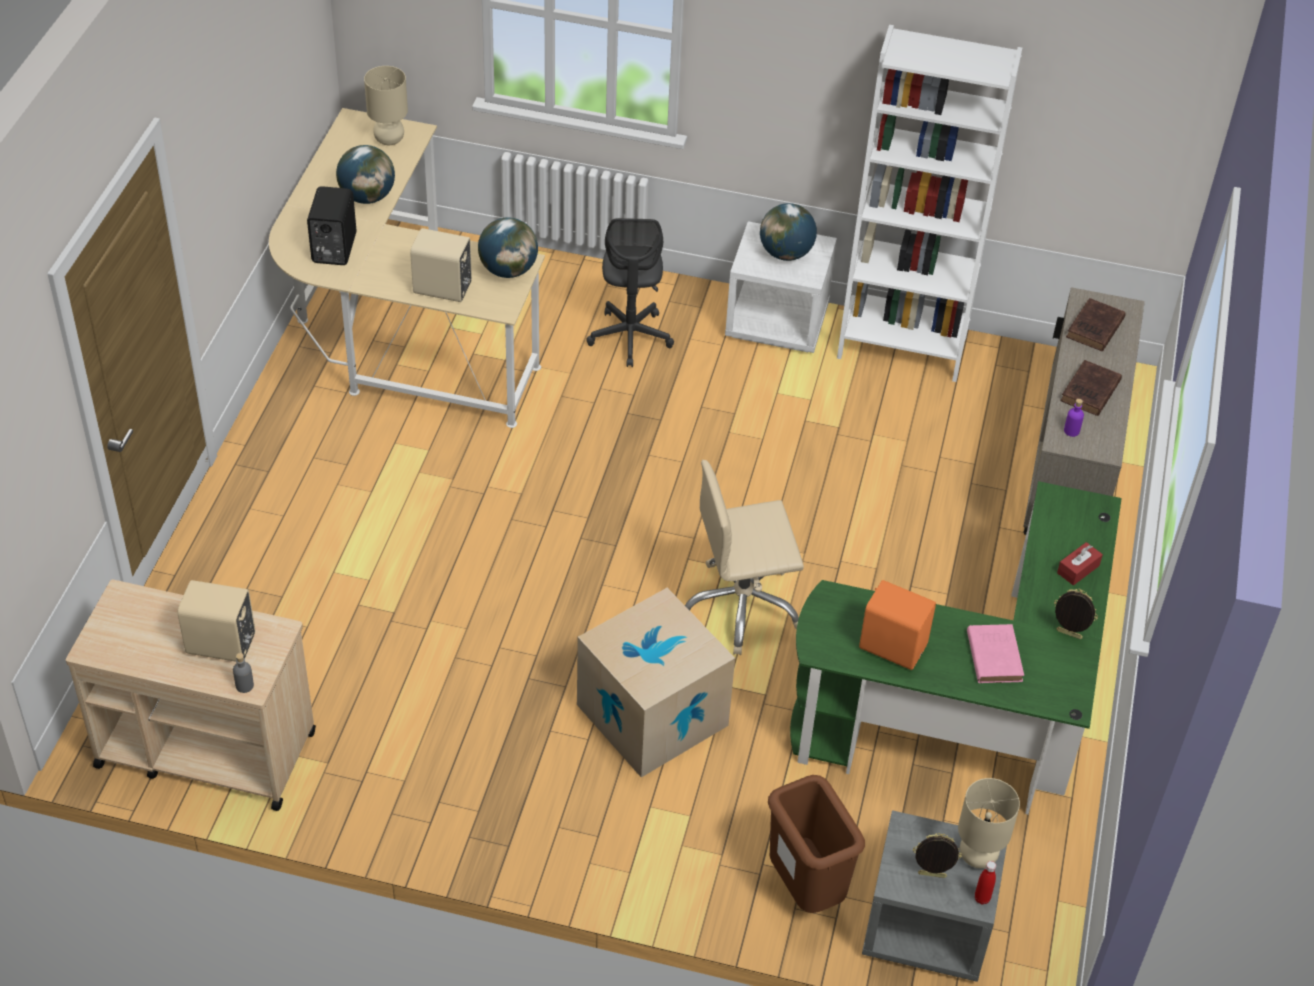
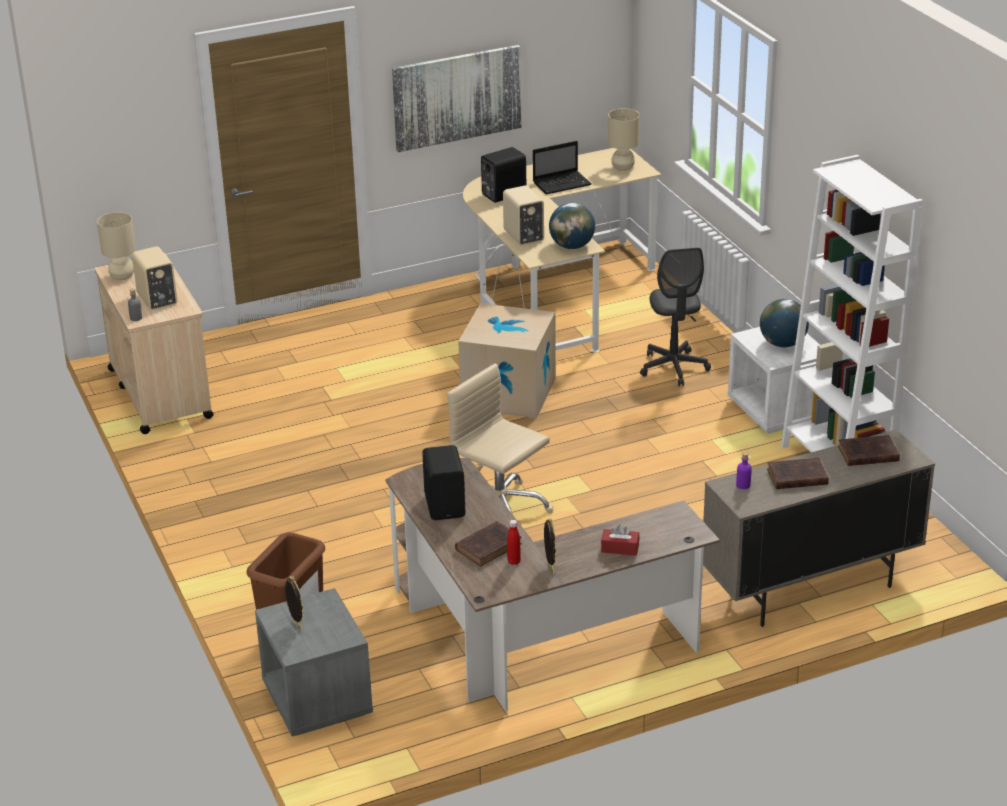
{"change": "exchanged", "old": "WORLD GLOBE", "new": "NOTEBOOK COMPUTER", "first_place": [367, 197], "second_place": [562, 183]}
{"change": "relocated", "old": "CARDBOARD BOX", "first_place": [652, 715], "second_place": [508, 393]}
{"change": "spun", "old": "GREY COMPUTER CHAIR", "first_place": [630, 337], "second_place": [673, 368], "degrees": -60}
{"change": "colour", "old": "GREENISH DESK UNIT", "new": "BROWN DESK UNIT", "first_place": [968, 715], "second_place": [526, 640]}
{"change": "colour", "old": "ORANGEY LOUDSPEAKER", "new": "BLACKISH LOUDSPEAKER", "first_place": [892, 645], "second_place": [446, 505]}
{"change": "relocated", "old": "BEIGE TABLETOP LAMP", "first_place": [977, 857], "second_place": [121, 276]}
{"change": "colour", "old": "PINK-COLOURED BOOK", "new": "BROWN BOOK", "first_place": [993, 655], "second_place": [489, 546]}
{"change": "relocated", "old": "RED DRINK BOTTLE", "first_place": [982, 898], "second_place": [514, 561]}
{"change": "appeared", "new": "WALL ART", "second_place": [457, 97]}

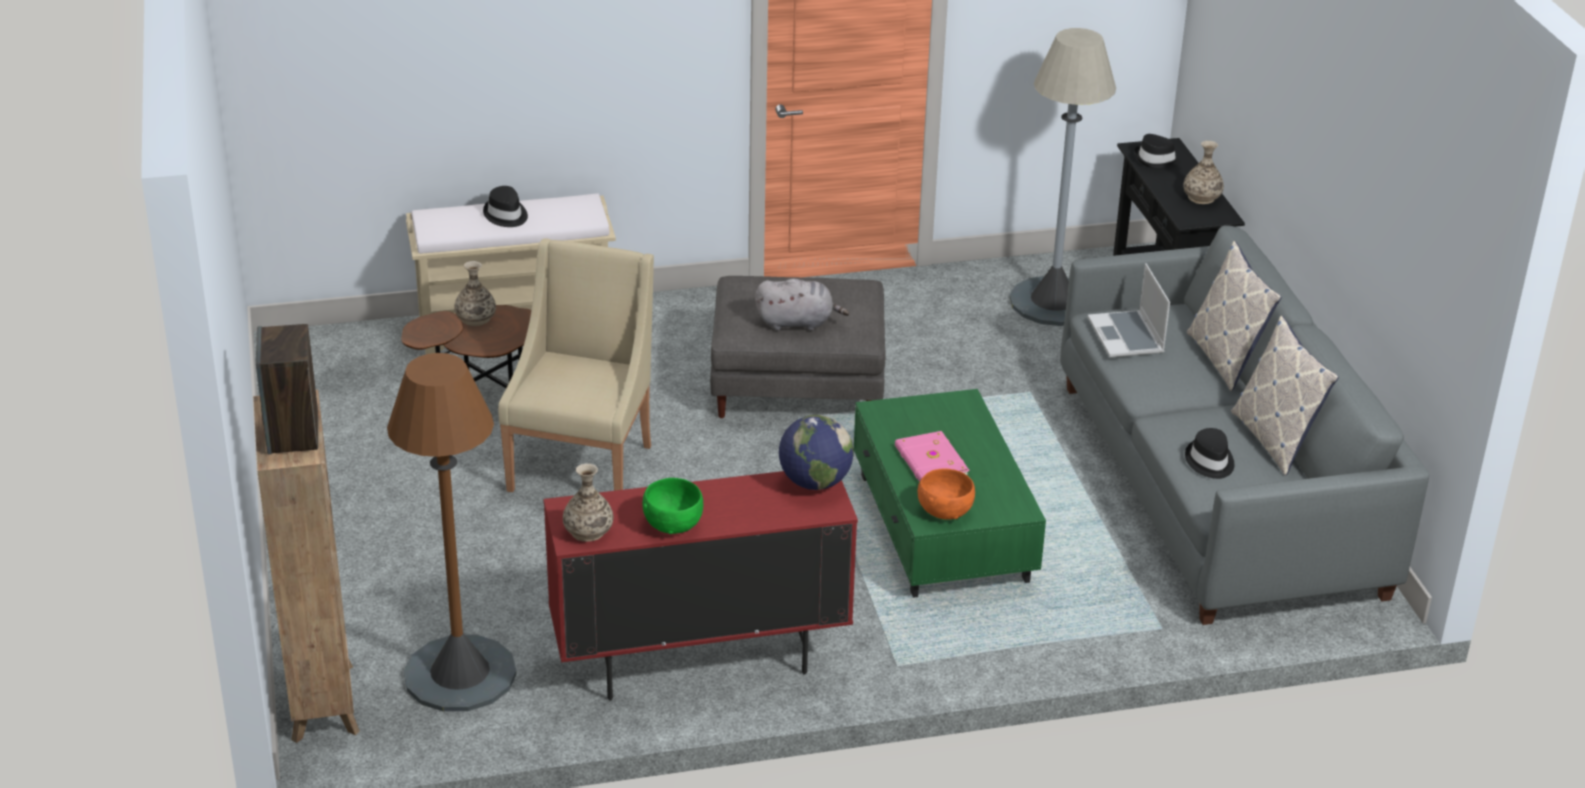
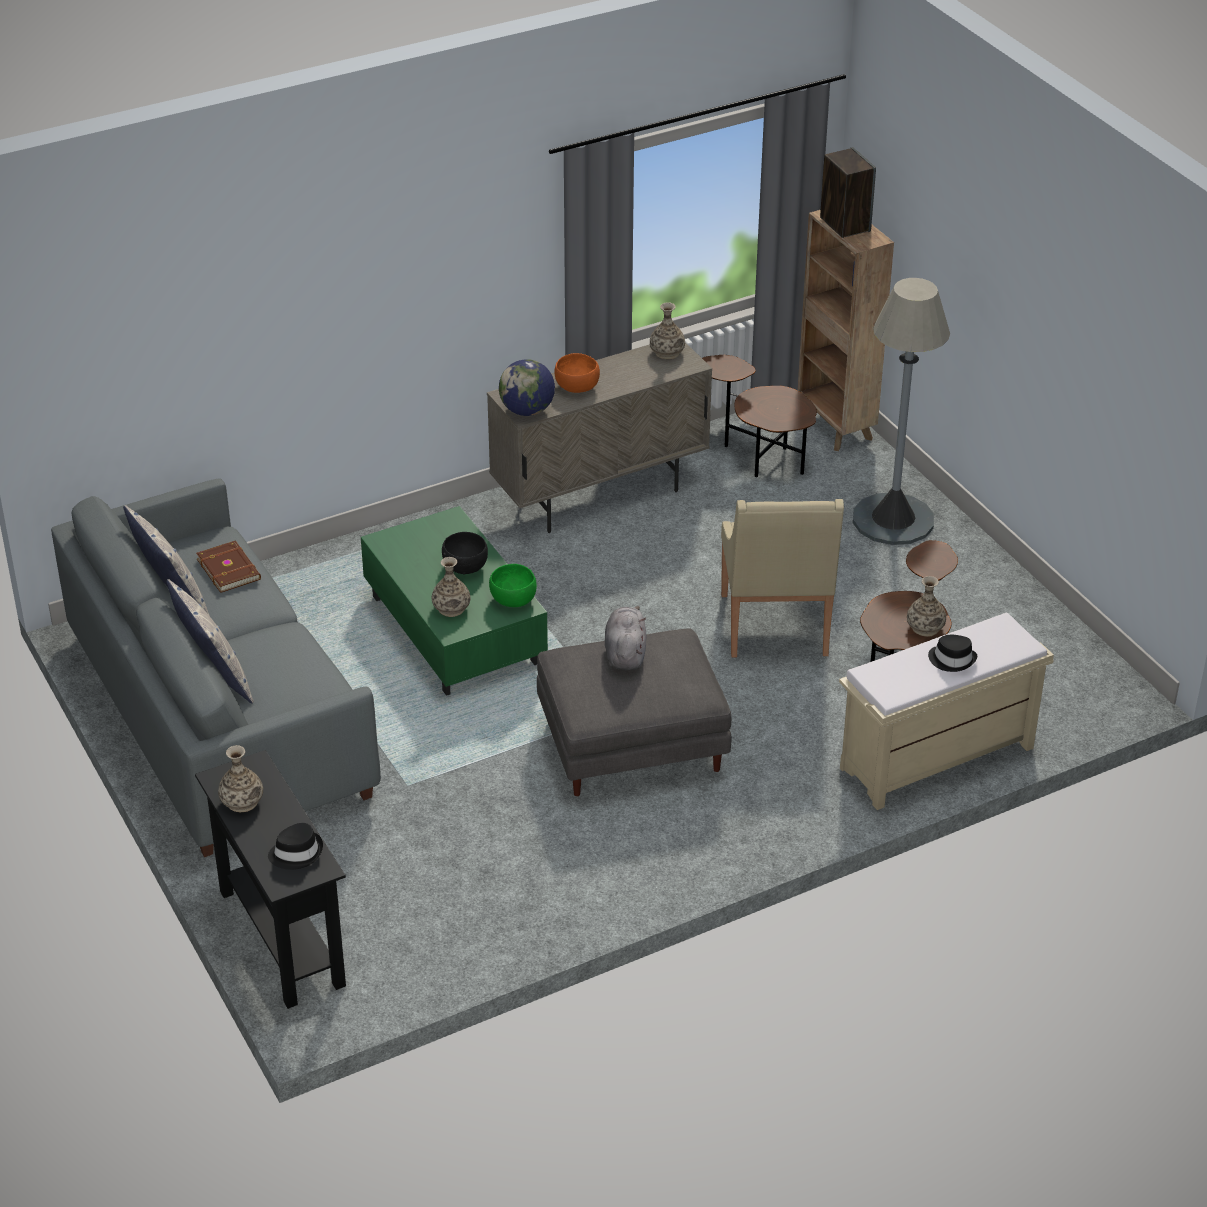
{"change": "exchanged", "old": "BROWN STANDARD LAMP", "new": "BROWN END TABLE", "first_place": [460, 675], "second_place": [759, 458]}
{"change": "colour", "old": "RED CABINET", "new": "BEIGE CABINET", "first_place": [699, 661], "second_place": [600, 496]}
{"change": "relocated", "old": "GREENISH DEEP DISH", "first_place": [672, 524], "second_place": [513, 600]}
{"change": "spun", "old": "GREY CUDDLY TOY", "first_place": [798, 323], "second_place": [625, 653], "degrees": 105}
{"change": "exchanged", "old": "PINK-COLOURED BOOK", "new": "BLACKISH DEEP DISH", "first_place": [930, 463], "second_place": [465, 566]}
{"change": "relocated", "old": "ORANGEY DEEP DISH", "first_place": [944, 511], "second_place": [577, 387]}
{"change": "relocated", "old": "GREY STANDARD LAMP", "first_place": [1053, 302], "second_place": [893, 520]}
{"change": "missing", "old": "NOTEBOOK COMPUTER", "first_place": [1127, 337]}
{"change": "exchanged", "old": "BLACKISH CLOTHING HAT", "new": "BROWN BOOK", "first_place": [1209, 462], "second_place": [229, 568]}
{"change": "appeared", "new": "VASE", "second_place": [451, 608]}

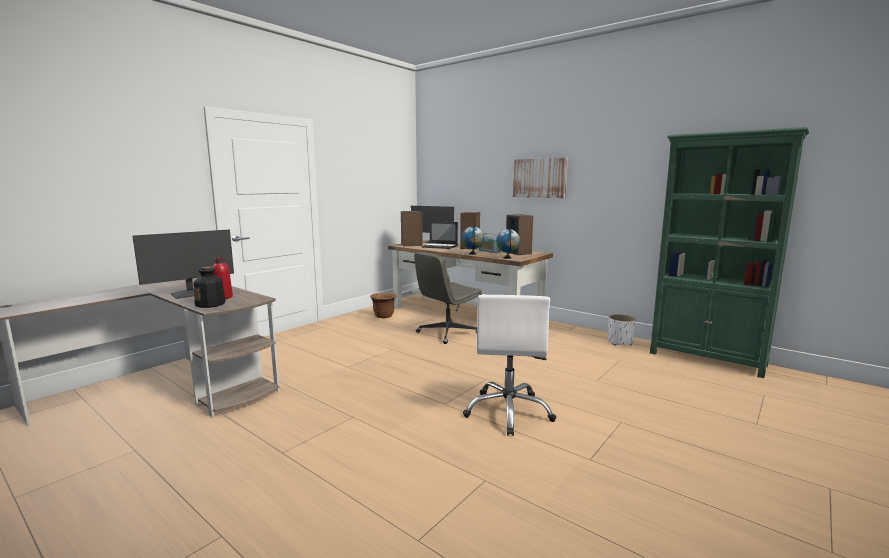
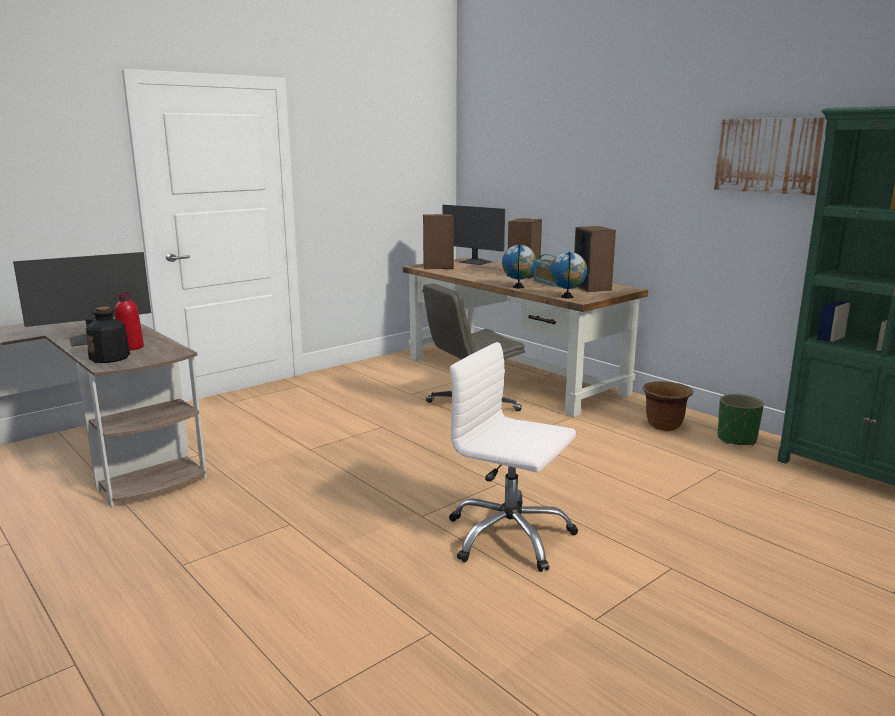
{"change": "relocated", "old": "BROWN PLANT POT", "first_place": [384, 316], "second_place": [664, 425]}
{"change": "missing", "old": "NOTEBOOK COMPUTER", "first_place": [440, 246]}
{"change": "spun", "old": "WHITISH COMPUTER CHAIR", "first_place": [509, 412], "second_place": [509, 536], "degrees": 105}
{"change": "relocated", "old": "WALL ART", "first_place": [539, 178], "second_place": [770, 155]}
{"change": "colour", "old": "WHITISH PLANT POT", "new": "GREENISH PLANT POT", "first_place": [620, 342], "second_place": [737, 439]}

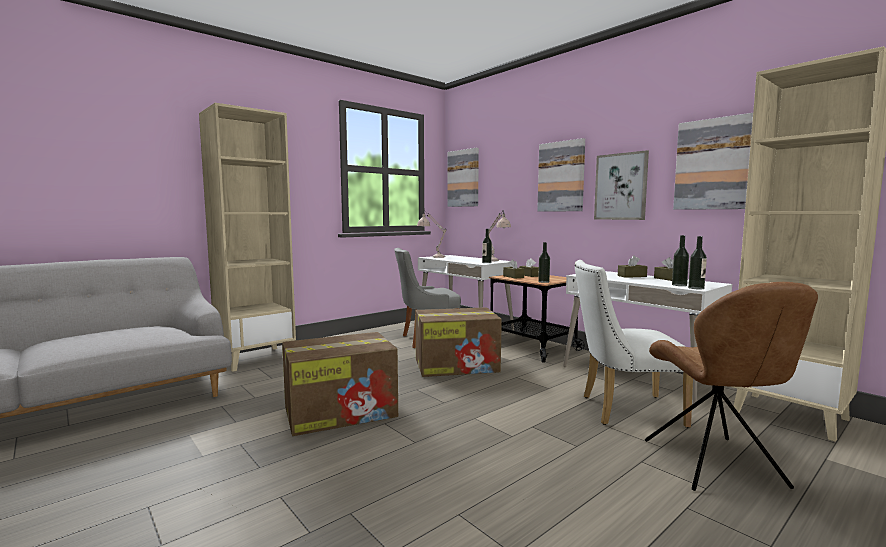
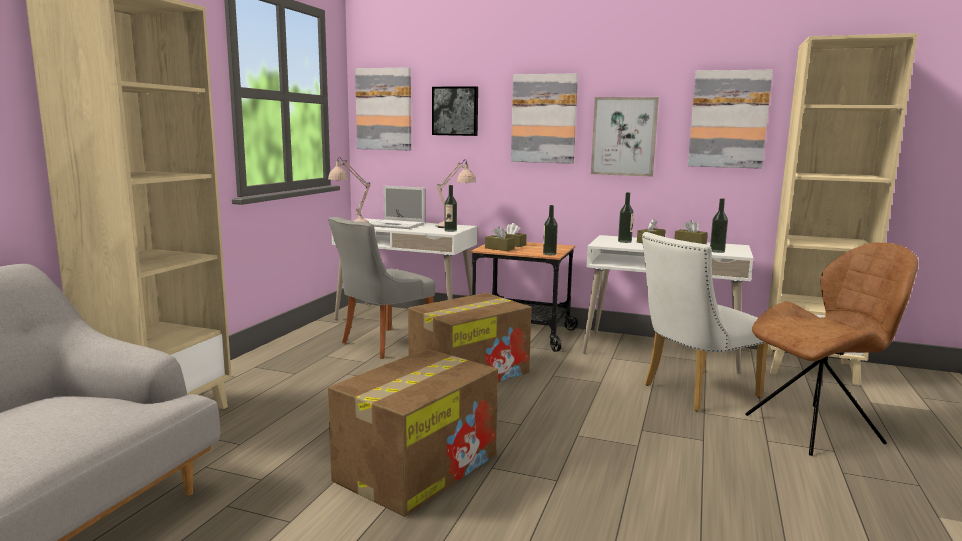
{"change": "spun", "old": "BROWN PLAIN CHAIR", "first_place": [715, 465], "second_place": [816, 428], "degrees": -75}
{"change": "relocated", "old": "DRINK BOTTLE", "first_place": [696, 288], "second_place": [624, 241]}
{"change": "appeared", "new": "NOTEBOOK COMPUTER", "second_place": [397, 225]}
{"change": "appeared", "new": "WALL ART", "second_place": [455, 111]}

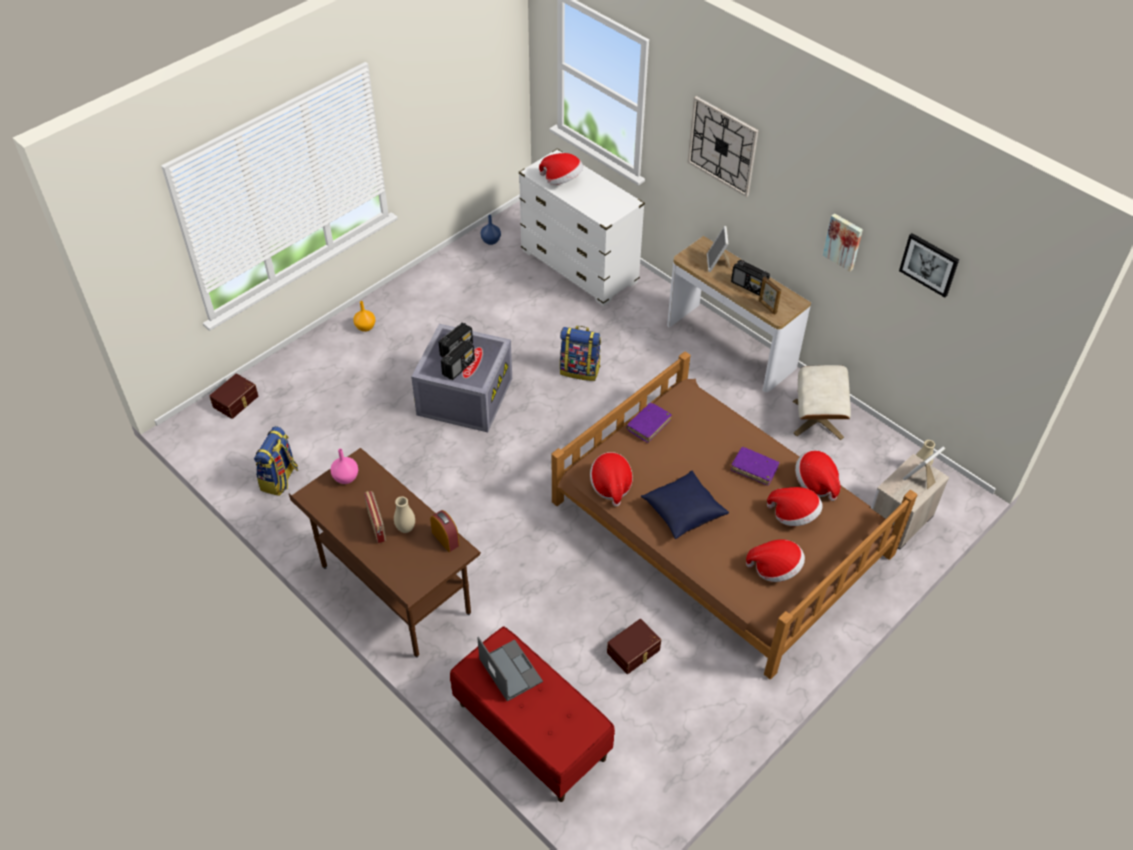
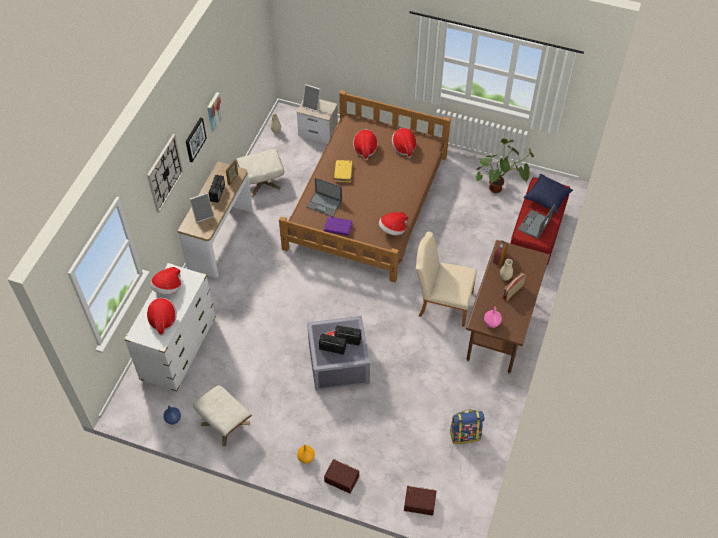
{"change": "missing", "old": "BACKPACK", "first_place": [580, 370]}
{"change": "relocated", "old": "BROWN STORAGE CONTAINER", "first_place": [634, 652], "second_place": [342, 478]}
{"change": "relocated", "old": "BLUE-COLOURED PILLOW", "first_place": [683, 512], "second_place": [546, 198]}
{"change": "colour", "old": "PURPLE-COLOURED BOOK", "new": "YELLOW-COLOURED BOOK", "first_place": [754, 469], "second_place": [343, 173]}
{"change": "relocated", "old": "CLOTHING HAT", "first_place": [815, 483], "second_place": [168, 288]}
{"change": "relocated", "old": "WALL ART", "first_place": [929, 264], "second_place": [195, 139]}
{"change": "appeared", "new": "BEIGE POUFFE", "second_place": [225, 424]}
{"change": "appeared", "new": "NOTEBOOK COMPUTER", "second_place": [324, 204]}
{"change": "appeared", "new": "BEIGE PLAIN CHAIR", "second_place": [441, 302]}
{"change": "appeared", "new": "POTTED PLANT", "second_place": [499, 185]}

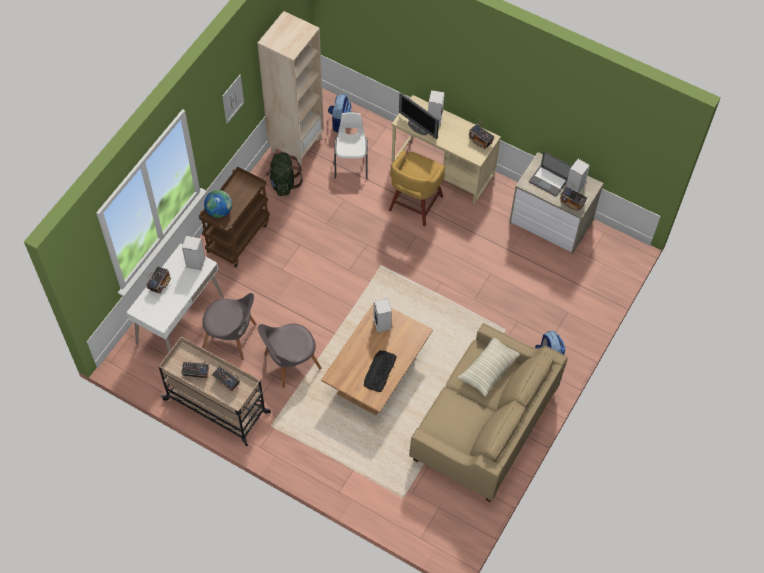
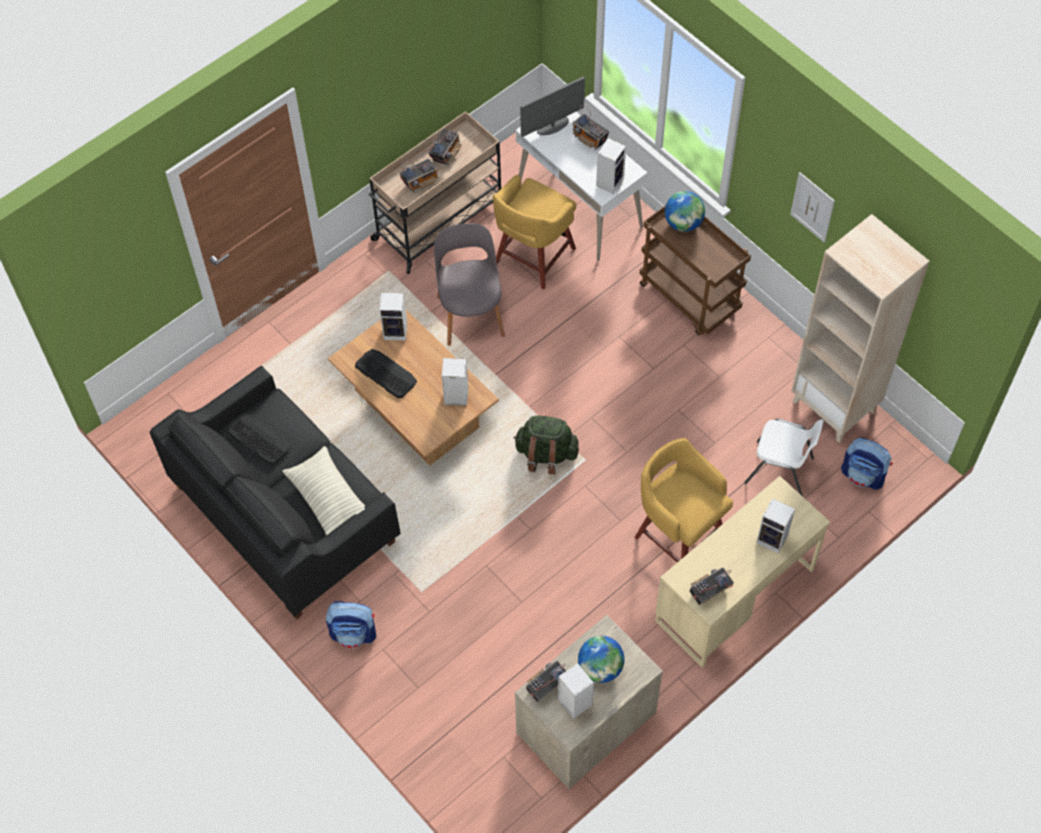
{"change": "exchanged", "old": "GREY PLAIN CHAIR", "new": "YELLOW-COLOURED SITTING STOOL", "first_place": [232, 337], "second_place": [533, 257]}
{"change": "relocated", "old": "GREENISH BACKPACK", "first_place": [283, 183], "second_place": [546, 454]}
{"change": "relocated", "old": "COMPUTER DISPLAY", "first_place": [418, 127], "second_place": [552, 126]}
{"change": "colour", "old": "BEIGE COUCH", "new": "BLACKISH COUCH", "first_place": [484, 426], "second_place": [285, 514]}
{"change": "exchanged", "old": "NOTEBOOK COMPUTER", "new": "WORLD GLOBE", "first_place": [549, 180], "second_place": [600, 668]}
{"change": "appeared", "new": "COMPUTER KEYBOARD", "second_place": [258, 439]}
{"change": "appeared", "new": "LOUDSPEAKER", "second_place": [396, 331]}

